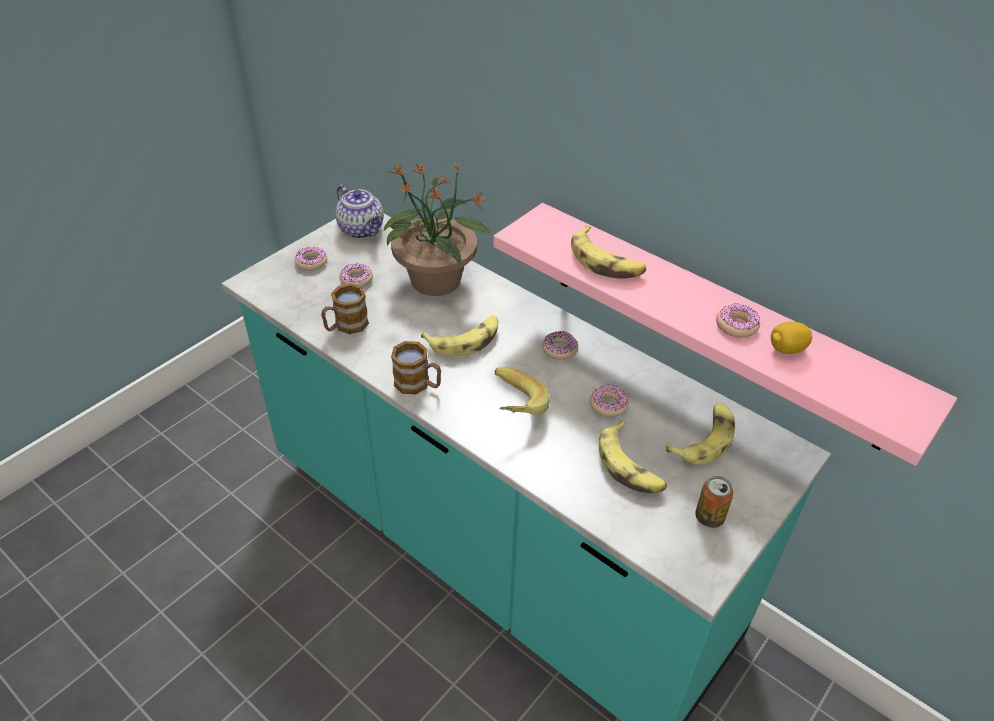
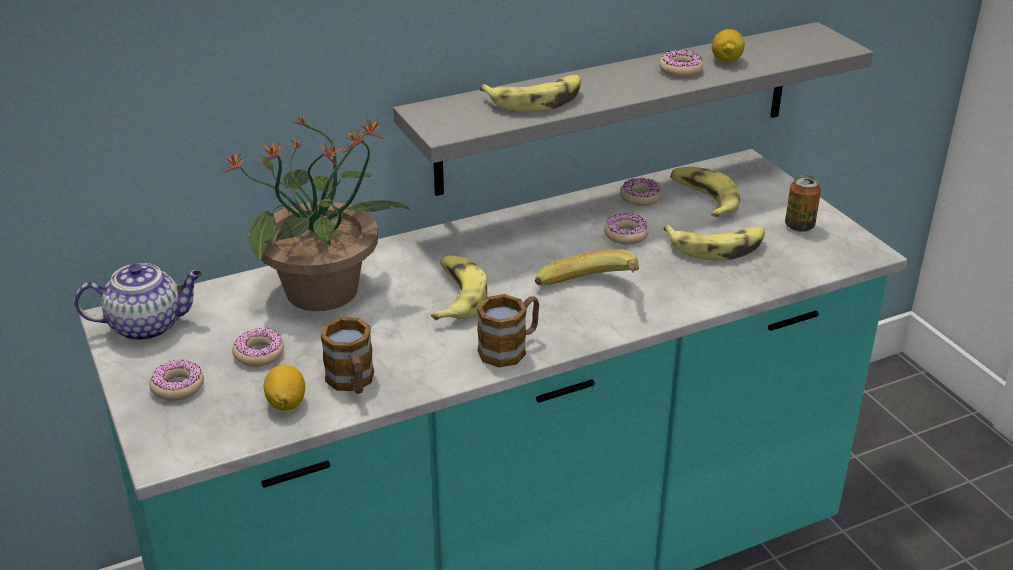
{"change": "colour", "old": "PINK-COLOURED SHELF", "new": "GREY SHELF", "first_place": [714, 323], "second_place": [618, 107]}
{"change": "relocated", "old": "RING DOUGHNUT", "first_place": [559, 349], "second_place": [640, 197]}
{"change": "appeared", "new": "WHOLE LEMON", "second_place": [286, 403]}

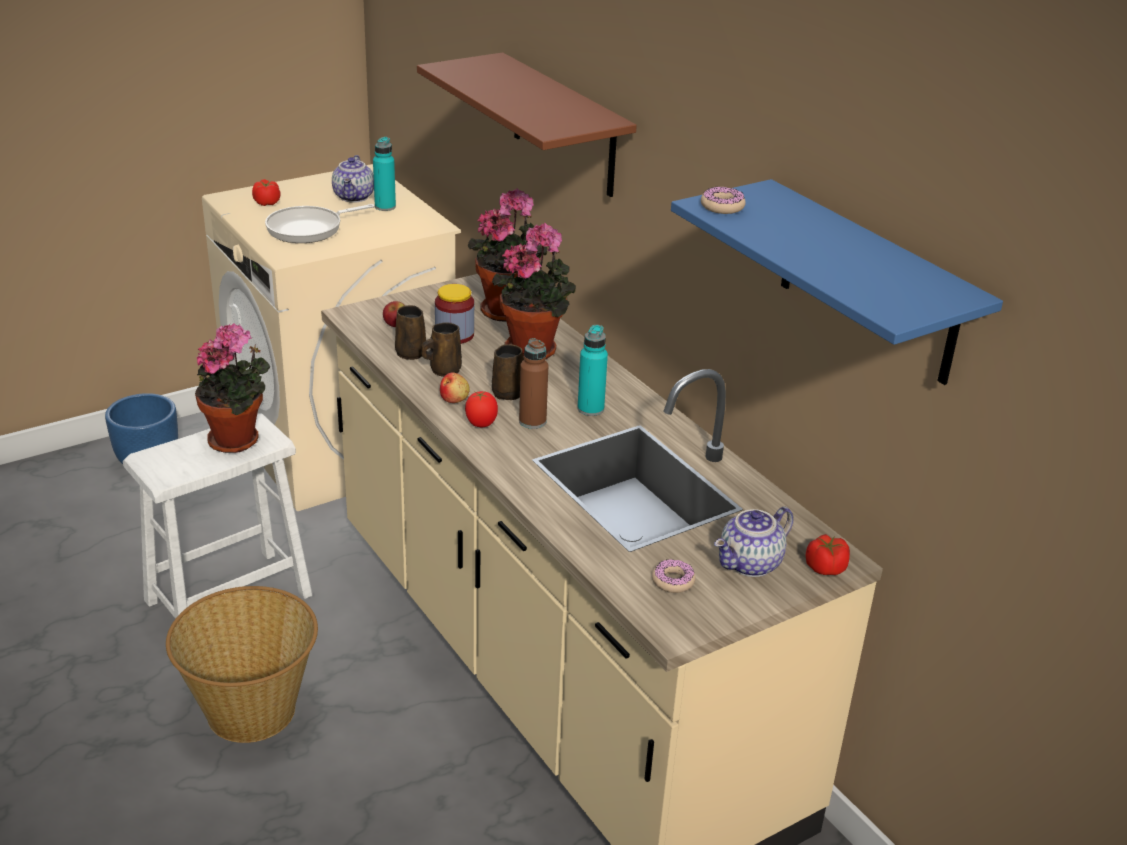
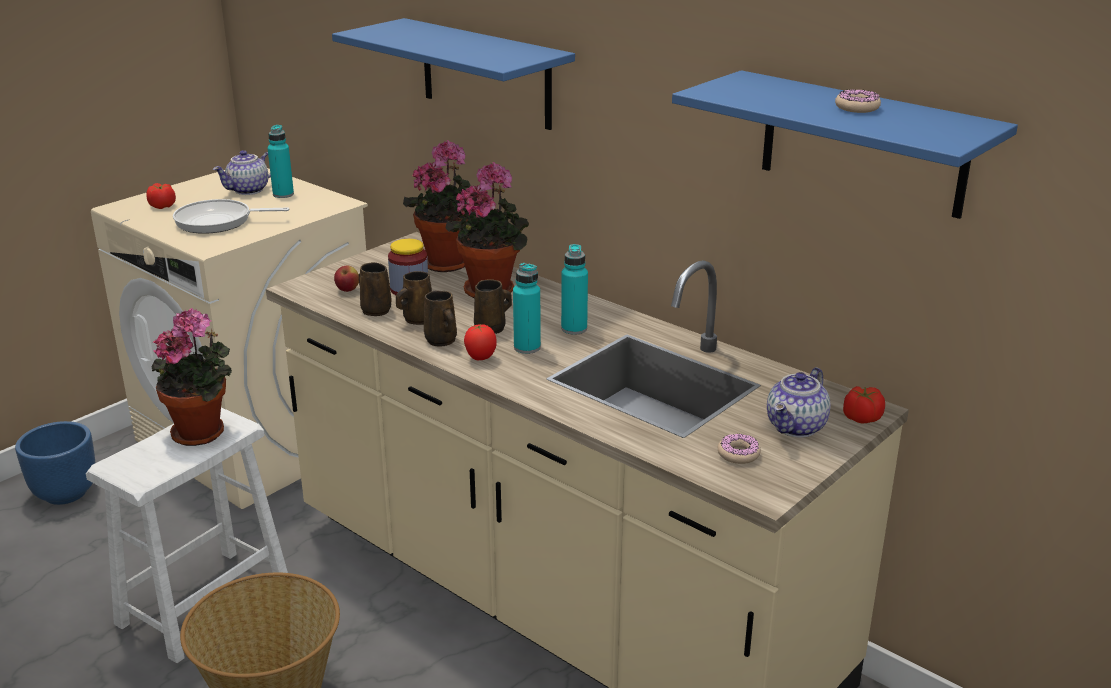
{"change": "spun", "old": "FRYING PAN", "first_place": [309, 229], "second_place": [218, 222], "degrees": 45}
{"change": "spun", "old": "POT FOR TEA", "first_place": [355, 197], "second_place": [248, 190], "degrees": 60}
{"change": "colour", "old": "BROWN SHELF", "new": "BLUE-COLOURED SHELF", "first_place": [563, 126], "second_place": [486, 74]}
{"change": "exchanged", "old": "APPLE", "new": "BROWN COFFEE MUG", "first_place": [454, 399], "second_place": [441, 341]}
{"change": "colour", "old": "BROWN DRINK BOTTLE", "new": "TURQUOISE-COLOURED DRINK BOTTLE", "first_place": [532, 421], "second_place": [527, 347]}
{"change": "relocated", "old": "RING DOUGHNUT", "first_place": [722, 207], "second_place": [857, 108]}

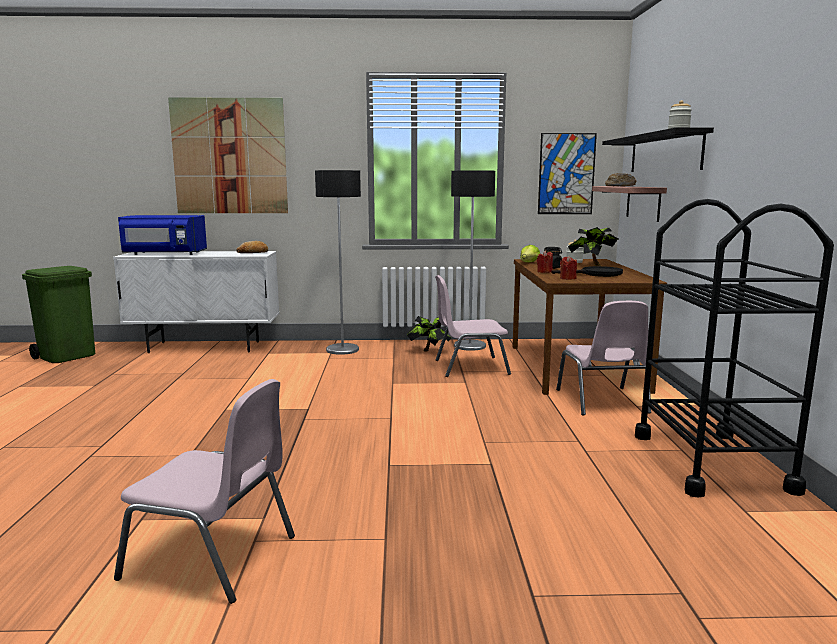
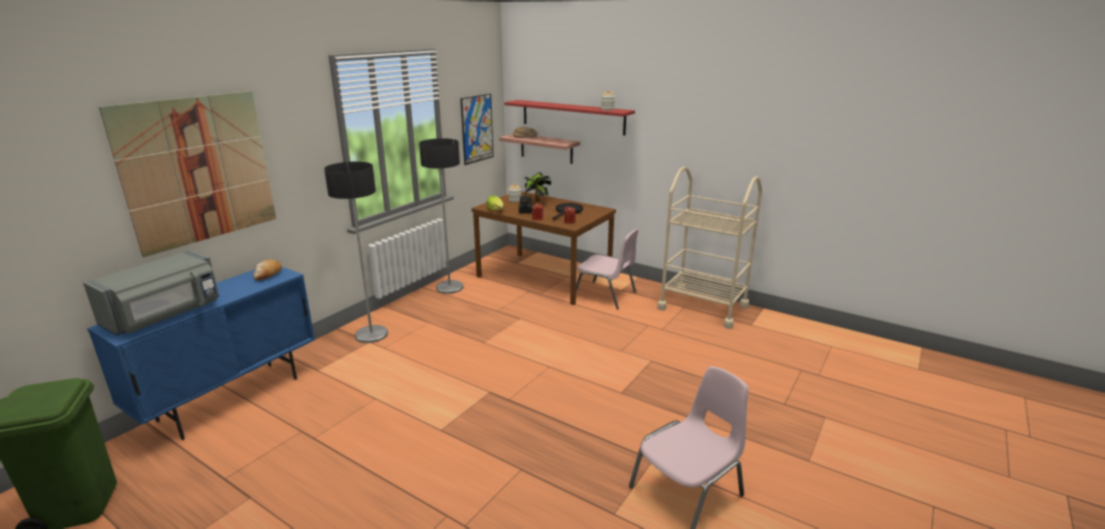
{"change": "colour", "old": "WHITISH CABINET", "new": "BLUE-COLOURED CABINET", "first_place": [205, 347], "second_place": [231, 399]}
{"change": "colour", "old": "BLUE-COLOURED MICROWAVE", "new": "GREY MICROWAVE", "first_place": [163, 254], "second_place": [165, 315]}
{"change": "missing", "old": "POTTED PLANT", "first_place": [429, 352]}
{"change": "missing", "old": "PINK-COLOURED PLAIN CHAIR", "first_place": [470, 367]}
{"change": "colour", "old": "BLACKISH SHELF", "new": "RED SHELF", "first_place": [664, 153], "second_place": [572, 117]}
{"change": "colour", "old": "BLACKISH CART", "new": "BEIGE CART", "first_place": [711, 462], "second_place": [703, 307]}

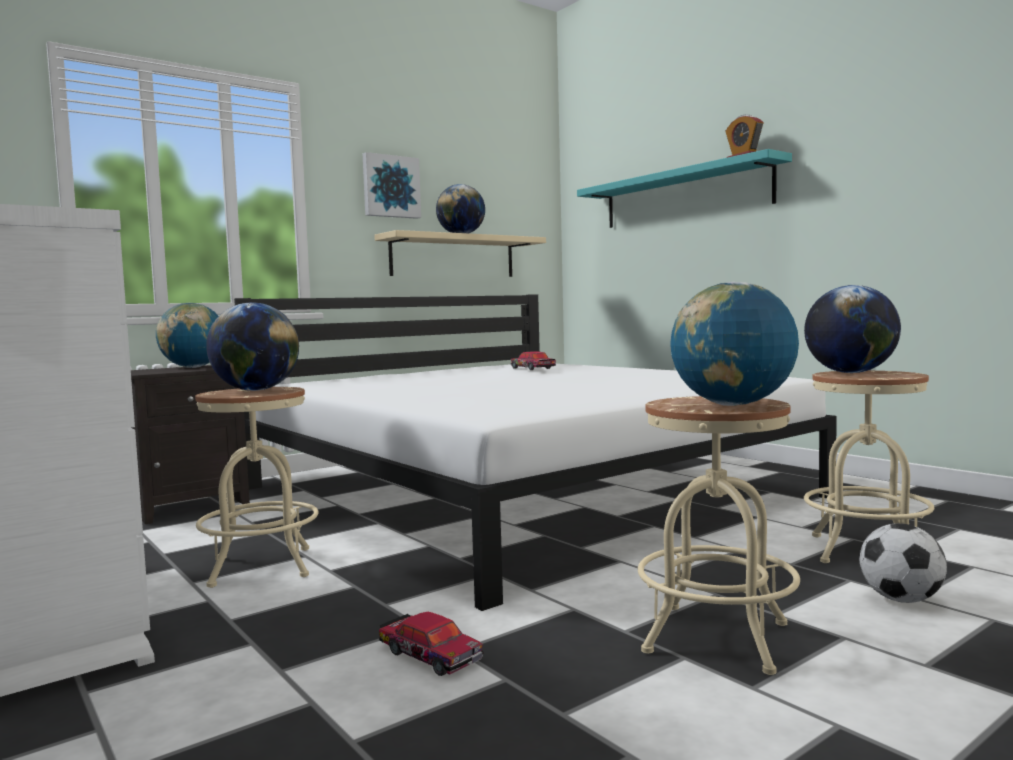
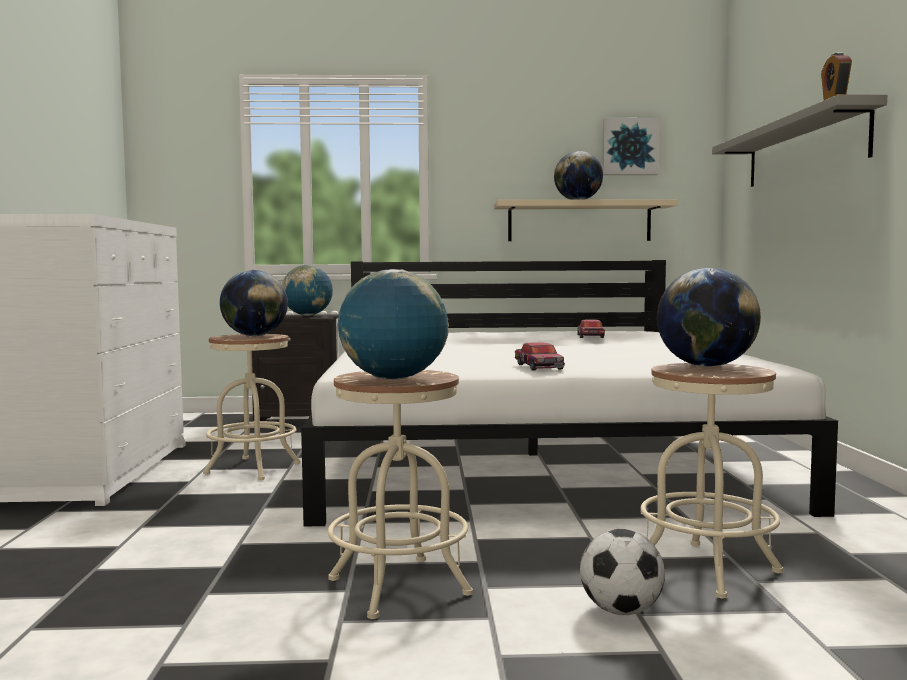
{"change": "relocated", "old": "WALL ART", "first_place": [390, 186], "second_place": [629, 147]}
{"change": "relocated", "old": "MODEL CAR", "first_place": [430, 654], "second_place": [538, 366]}
{"change": "colour", "old": "TURQUOISE-COLOURED SHELF", "new": "GREY SHELF", "first_place": [684, 196], "second_place": [803, 149]}

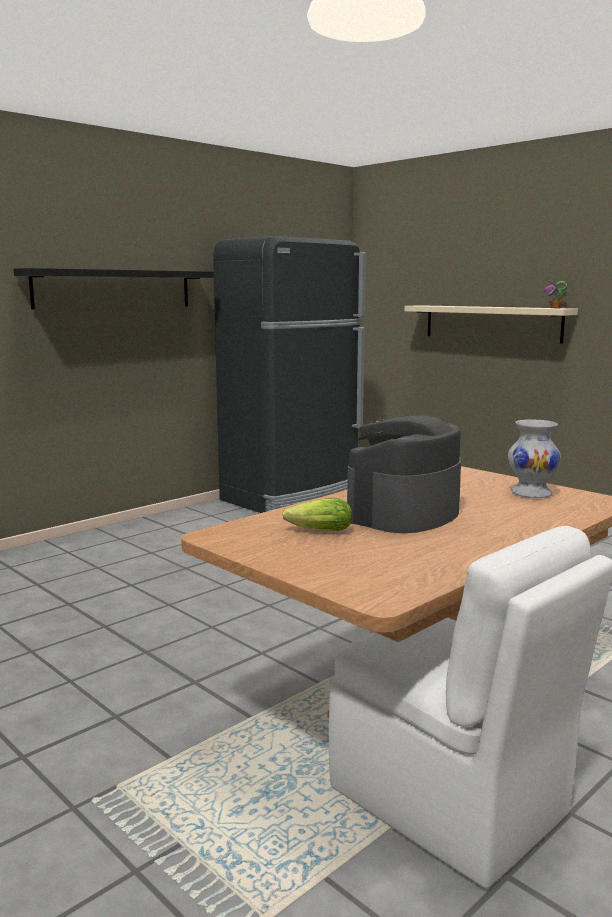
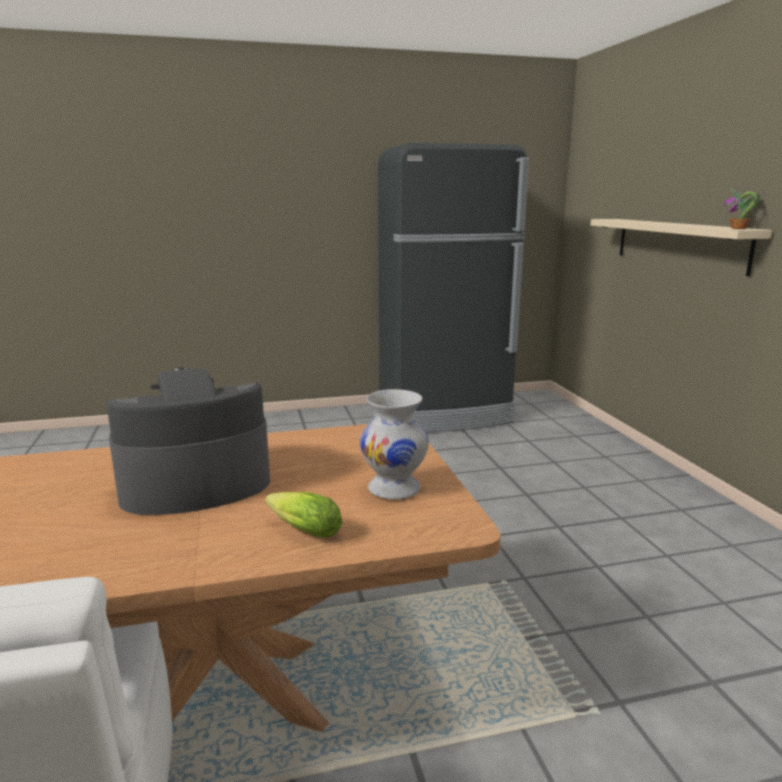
{"change": "missing", "old": "BLACKISH SHELF", "first_place": [114, 289]}
{"change": "relocated", "old": "LETTUCE HEAD", "first_place": [316, 531], "second_place": [301, 530]}

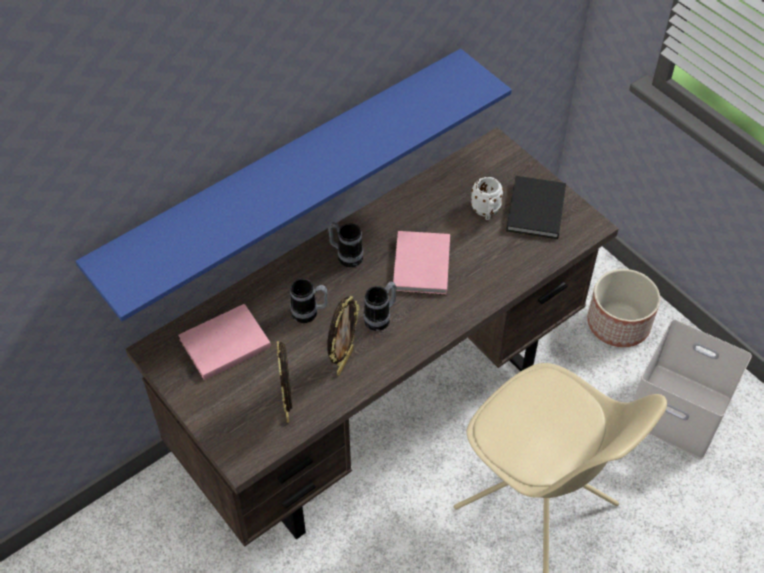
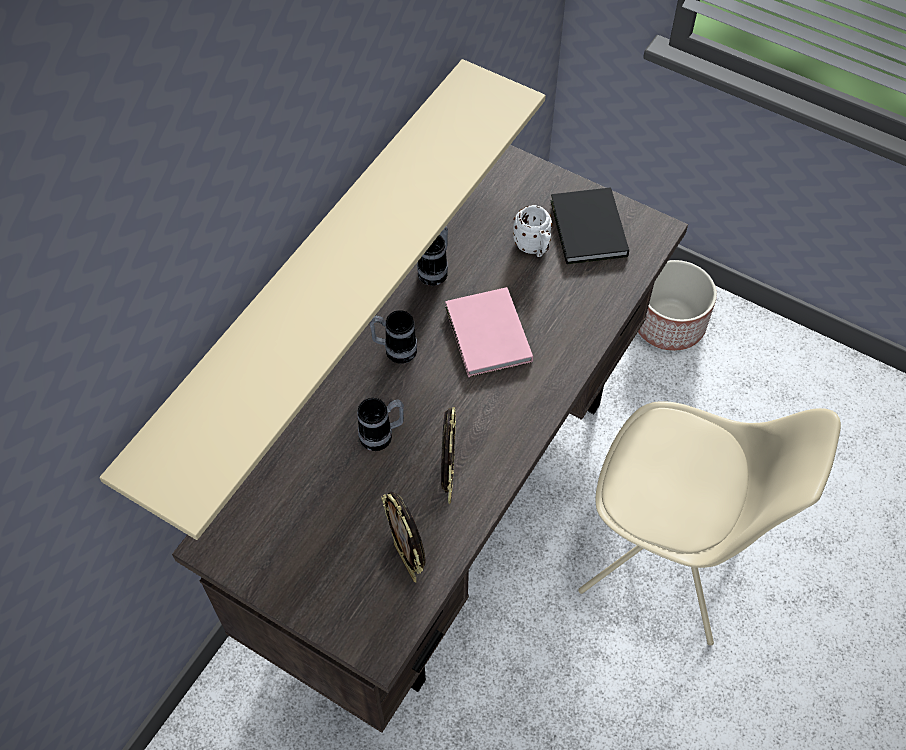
{"change": "colour", "old": "BLUE-COLOURED SHELF", "new": "BEIGE SHELF", "first_place": [285, 173], "second_place": [307, 274]}
{"change": "missing", "old": "PINK-COLOURED BOOK", "first_place": [222, 344]}
{"change": "relocated", "old": "COFFEE MUG", "first_place": [381, 318], "second_place": [435, 270]}
{"change": "missing", "old": "WHITISH STORAGE CONTAINER", "first_place": [681, 410]}

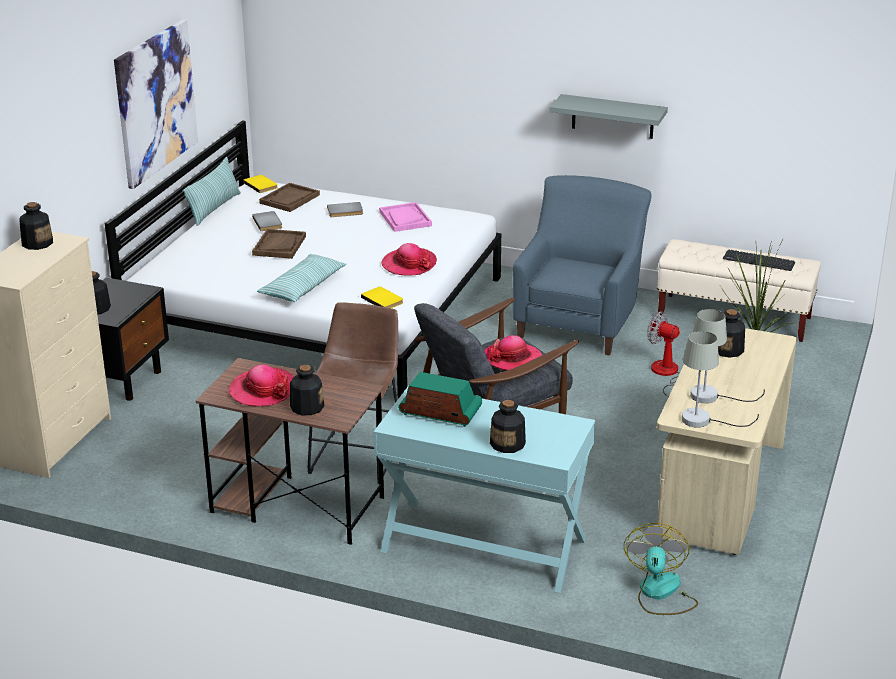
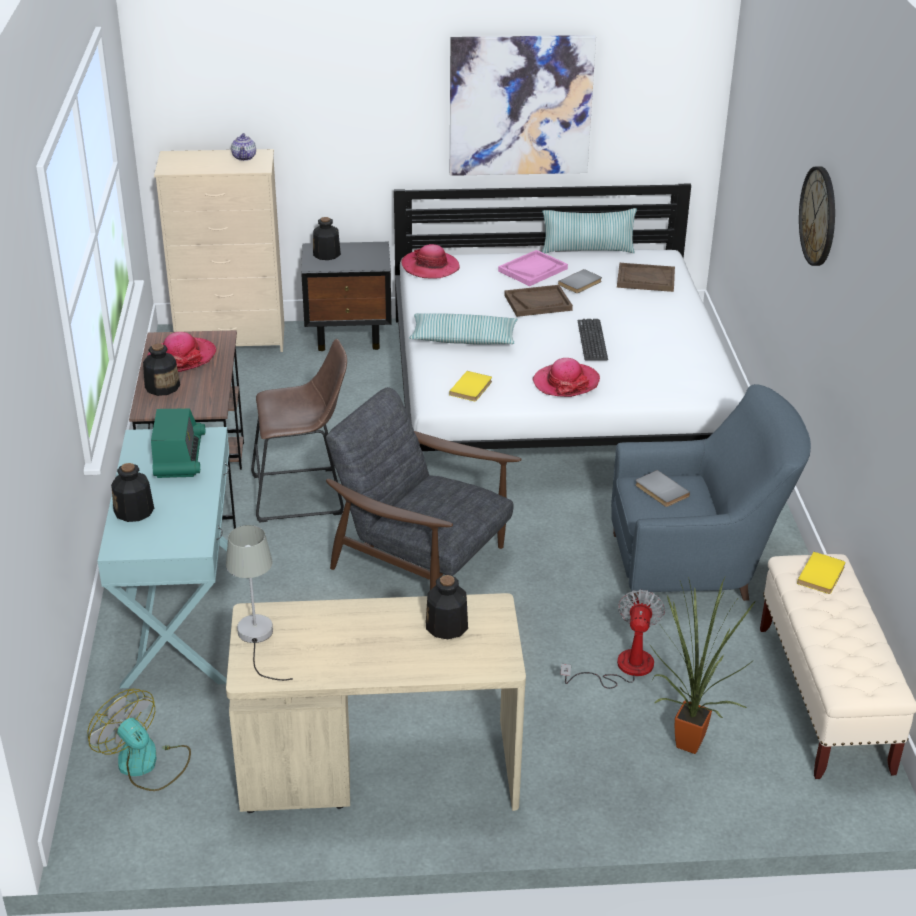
{"change": "exchanged", "old": "DRINK BOTTLE", "new": "POT FOR TEA", "first_place": [37, 243], "second_place": [244, 157]}
{"change": "relocated", "old": "YELLOW-COLOURED BOOK", "first_place": [261, 185], "second_place": [823, 575]}
{"change": "relocated", "old": "GREY BOOK", "first_place": [345, 211], "second_place": [660, 491]}
{"change": "relocated", "old": "PINK-COLOURED SERVING TRAY", "first_place": [405, 219], "second_place": [532, 270]}
{"change": "relocated", "old": "CLOTHING HAT", "first_place": [512, 359], "second_place": [430, 267]}
{"change": "missing", "old": "GREY SHELF", "first_place": [612, 116]}
{"change": "spun", "old": "FAN", "first_place": [660, 593], "second_place": [145, 764], "degrees": -120}
{"change": "missing", "old": "GREY TABLETOP LAMP", "first_place": [713, 396]}
{"change": "relocated", "old": "COMPUTER KEYBOARD", "first_place": [758, 261], "second_place": [592, 340]}
{"change": "appeared", "new": "HANGING CLOCK", "second_place": [819, 216]}

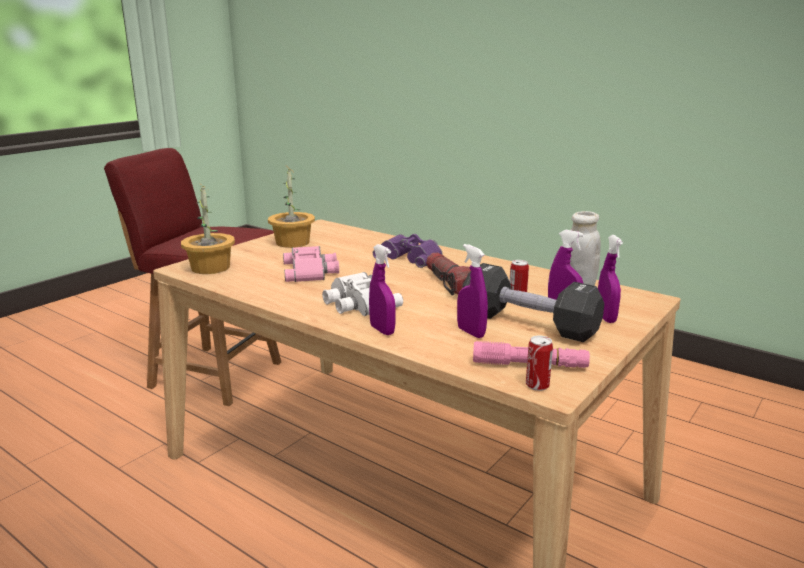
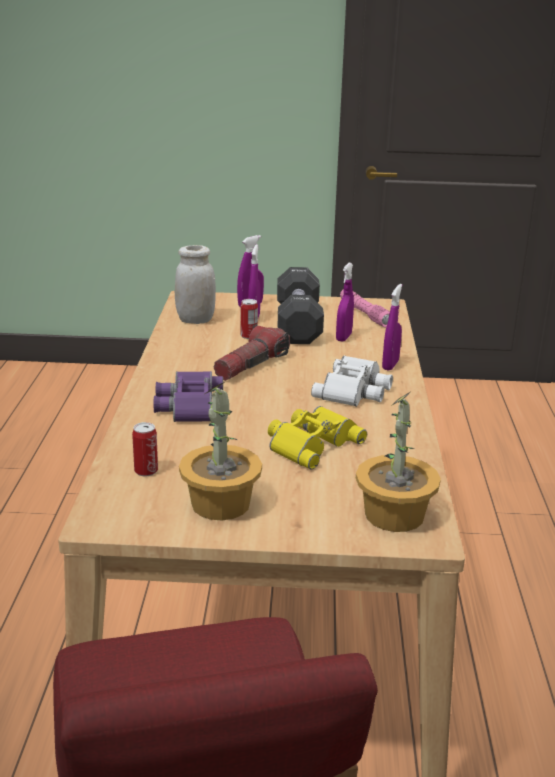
{"change": "colour", "old": "PINK-COLOURED PAIR OF BINOCULARS", "new": "YELLOW-COLOURED PAIR OF BINOCULARS", "first_place": [311, 271], "second_place": [311, 443]}
{"change": "relocated", "old": "CAN", "first_place": [537, 385], "second_place": [146, 471]}

